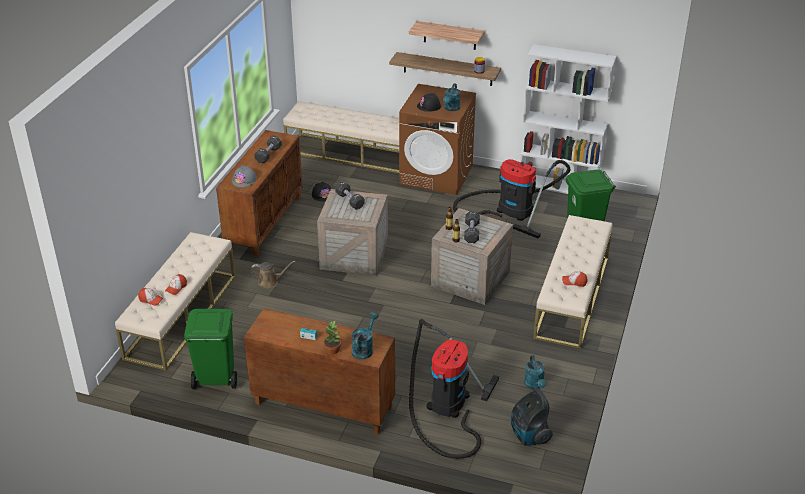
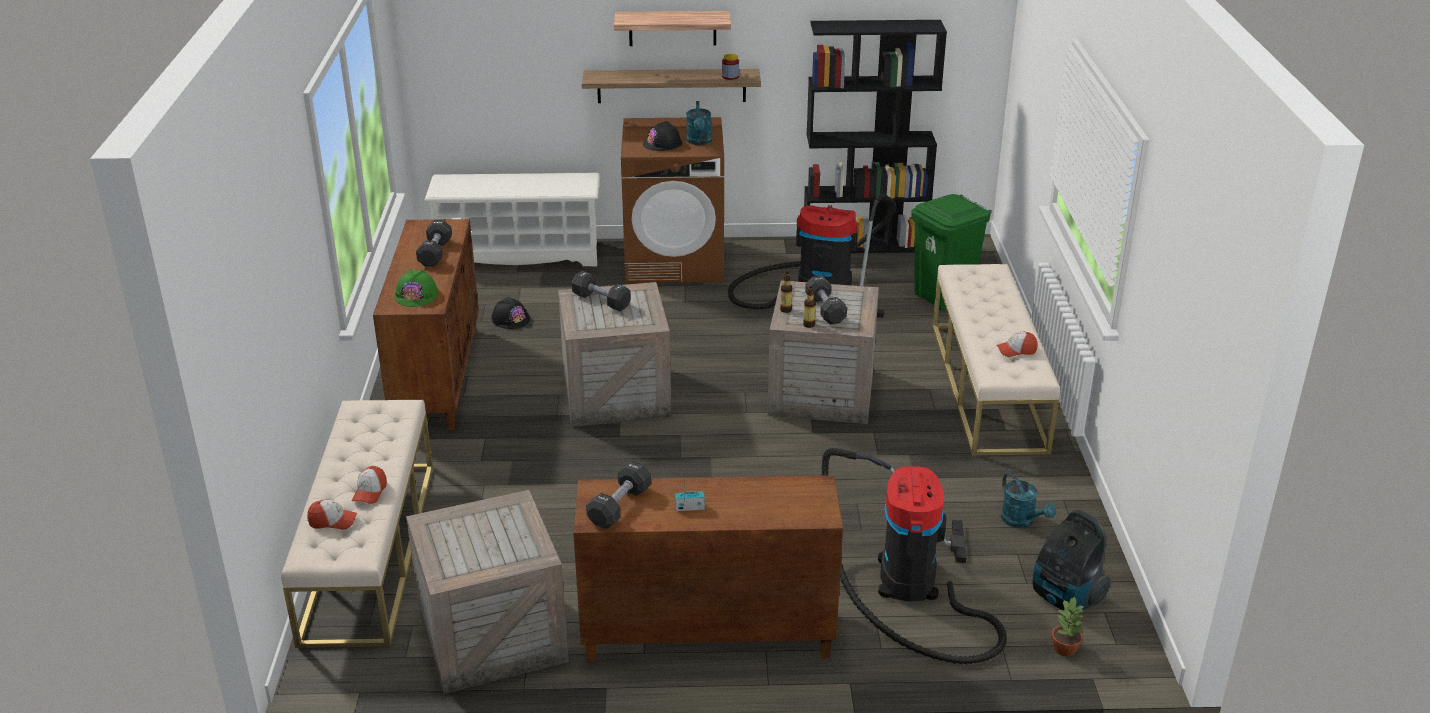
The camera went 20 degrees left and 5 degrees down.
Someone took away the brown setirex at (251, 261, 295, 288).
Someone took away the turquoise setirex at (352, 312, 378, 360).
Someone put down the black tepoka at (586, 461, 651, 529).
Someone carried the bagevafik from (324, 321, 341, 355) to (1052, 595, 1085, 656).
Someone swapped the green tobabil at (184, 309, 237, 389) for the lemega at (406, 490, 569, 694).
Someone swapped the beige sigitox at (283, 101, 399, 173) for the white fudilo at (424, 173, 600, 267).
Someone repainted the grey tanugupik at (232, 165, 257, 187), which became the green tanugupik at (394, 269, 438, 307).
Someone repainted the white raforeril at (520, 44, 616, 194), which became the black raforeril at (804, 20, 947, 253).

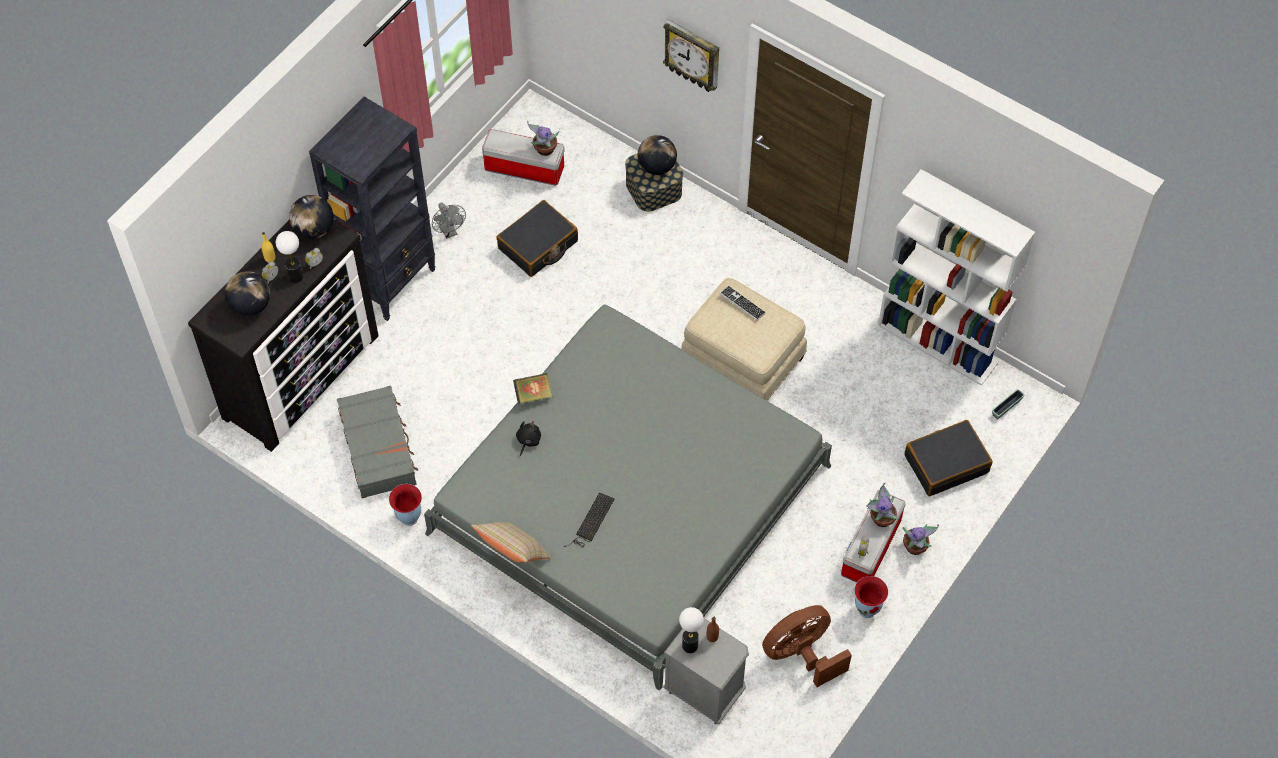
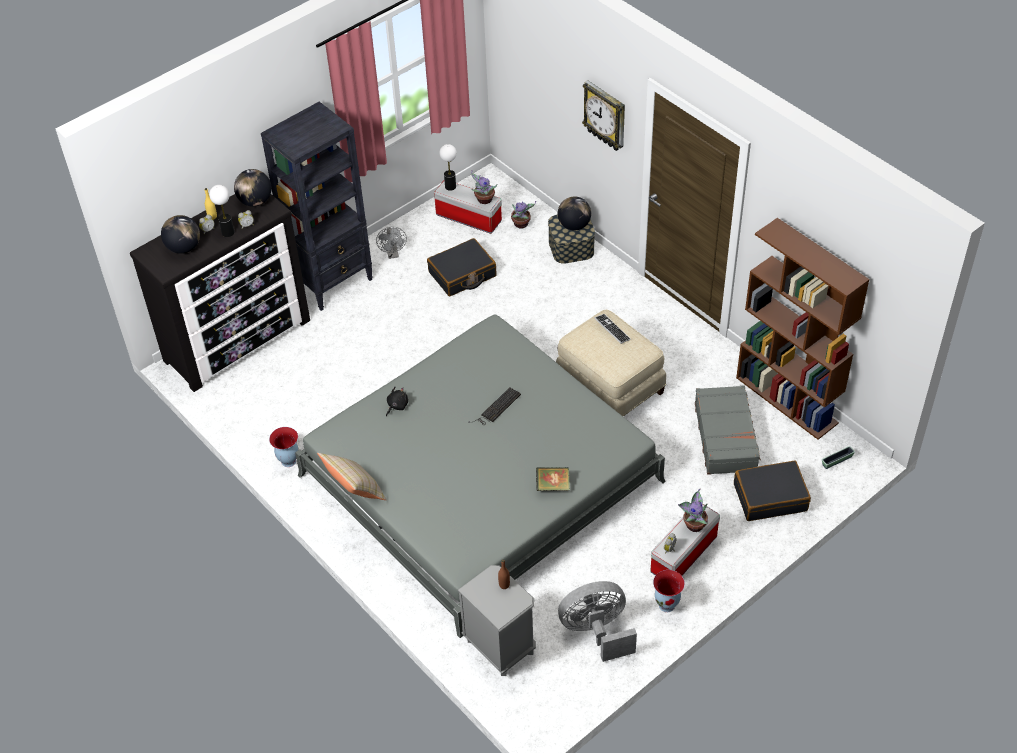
The camera went 15 degrees right and 10 degrees down.
Someone carried the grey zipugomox from (337, 385, 418, 498) to (695, 385, 761, 475).
Someone carried the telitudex from (513, 373, 553, 404) to (536, 467, 570, 491).
Someone carried the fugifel from (564, 492, 614, 548) to (474, 387, 521, 426).
Someone carried the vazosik from (679, 607, 704, 653) to (439, 144, 457, 191).
Someone carried the bagevafik from (903, 524, 939, 555) to (511, 201, 536, 229).
Someone repainted the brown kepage at (762, 605, 852, 687), which became the grey kepage at (558, 581, 637, 662).
Someone repainted the white raforeril at (878, 169, 1035, 386), which became the brown raforeril at (736, 218, 869, 440).

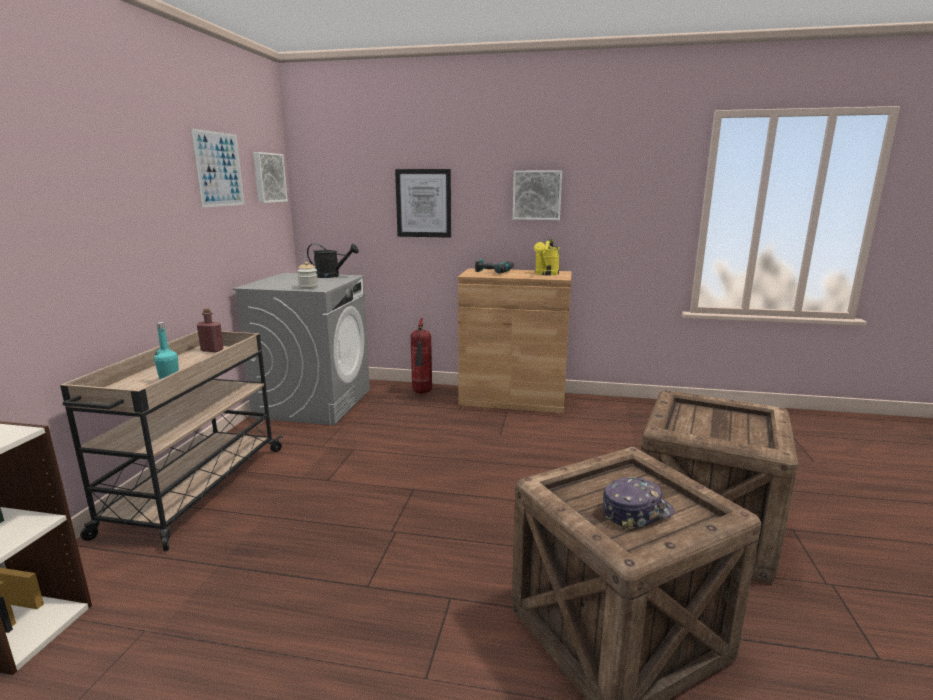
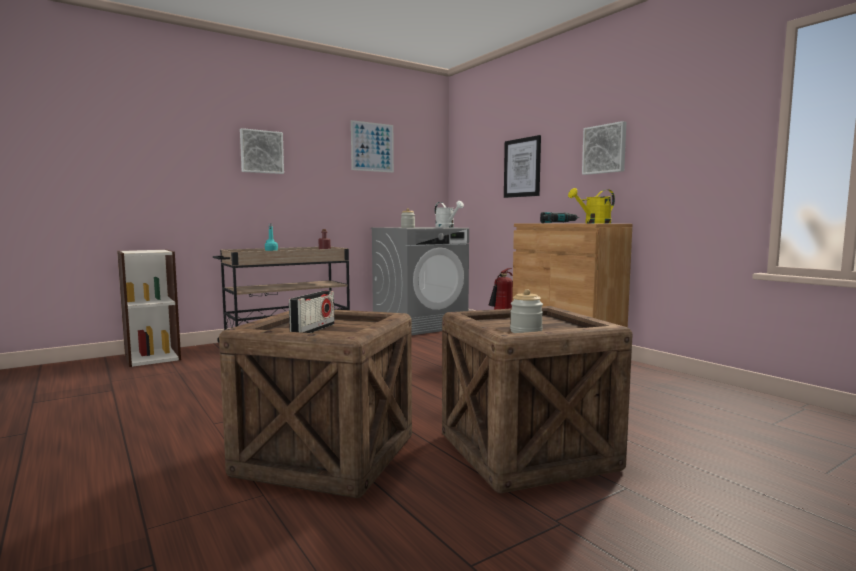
The camera went 45 degrees right and 10 degrees down.
Someone put down the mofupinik at (510, 289, 543, 333).
Someone carried the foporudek from (253, 152, 288, 203) to (240, 128, 284, 174).
Someone swapped the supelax at (603, 477, 675, 530) for the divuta at (289, 291, 335, 333).
Someone repainted the black setirex at (307, 244, 359, 278), which became the white setirex at (435, 201, 464, 227).

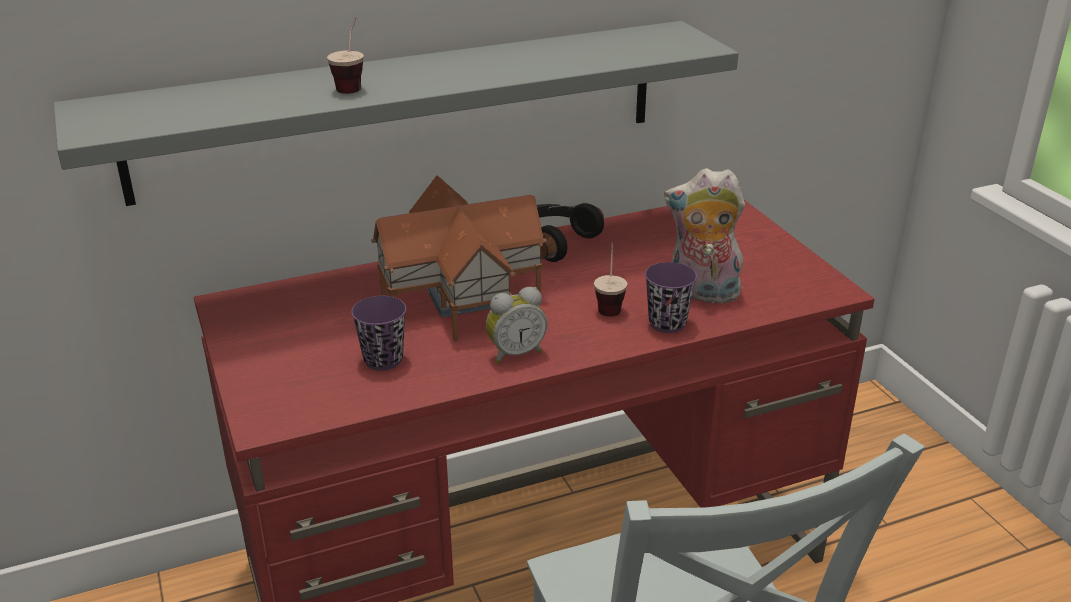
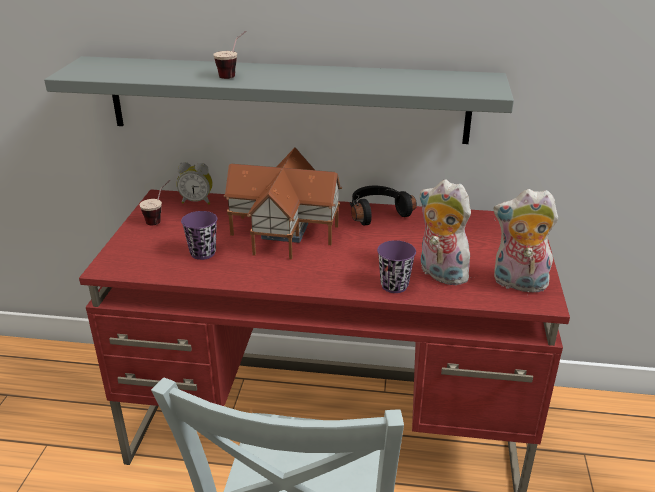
The camera went 30 degrees right and 0 degrees up.
Someone put down the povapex at (494, 189, 558, 293).
Someone carried the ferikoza from (486, 287, 547, 364) to (177, 162, 213, 205).
Someone carried the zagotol from (594, 242, 627, 317) to (140, 180, 170, 225).

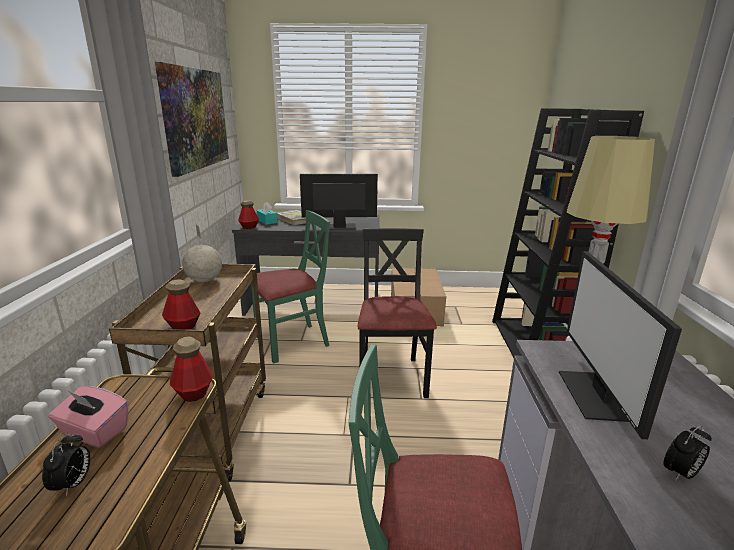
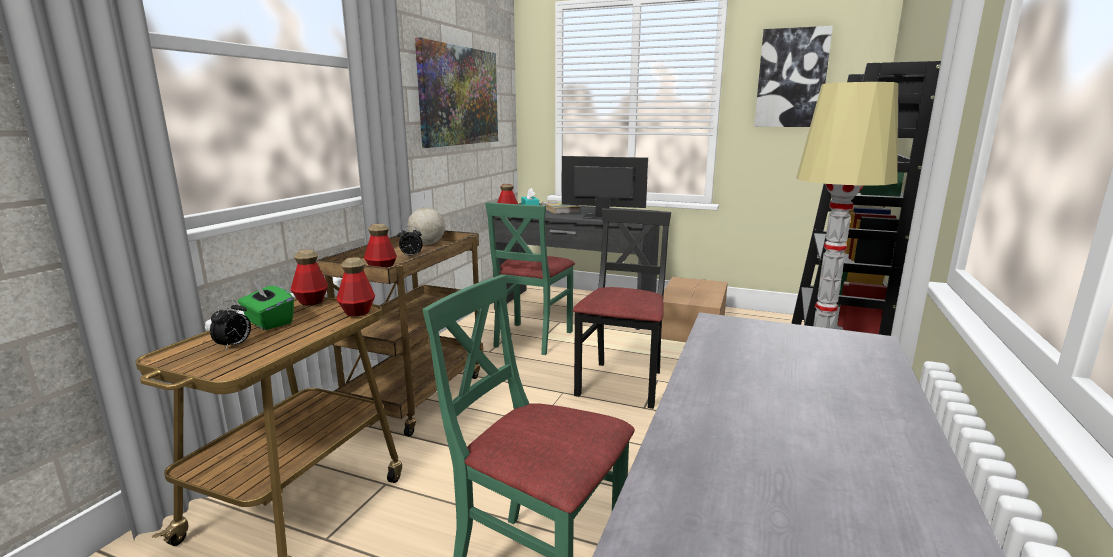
The camera went 20 degrees right and 5 degrees down.
Someone took away the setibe at (559, 251, 682, 439).
Someone put down the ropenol at (291, 250, 328, 305).
Someone put up the foporudek at (754, 26, 833, 127).
Someone carried the ferikoza from (663, 425, 712, 481) to (397, 226, 423, 257).
Someone repainted the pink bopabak at (48, 386, 128, 448), which became the green bopabak at (238, 280, 294, 330).
Someone rotated the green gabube at (251, 210, 330, 364) by 120 degrees clockwise.

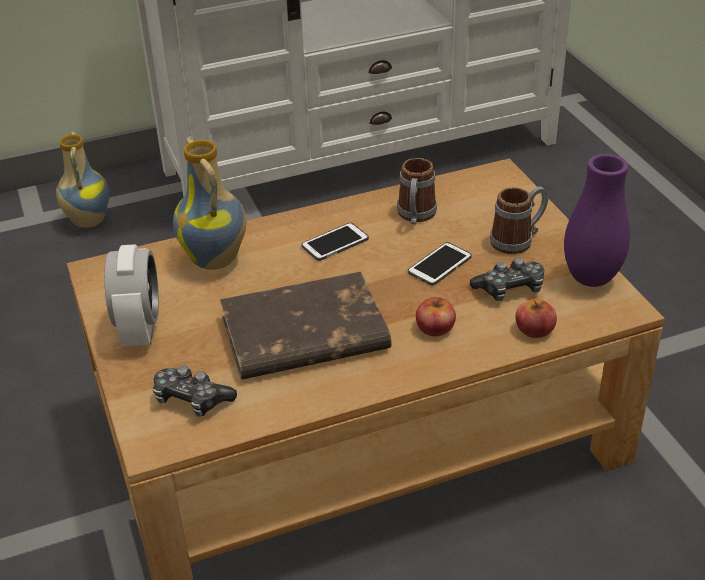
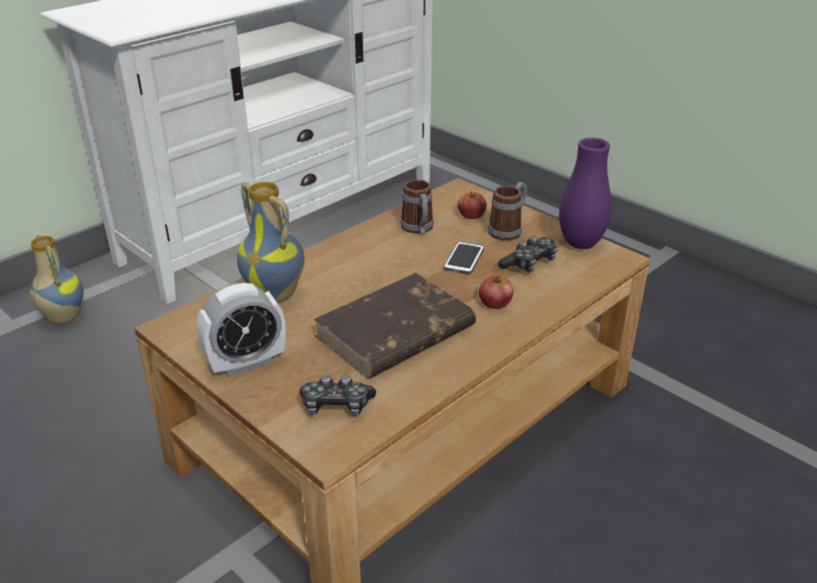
The camera went 25 degrees left and 5 degrees down.
Someone took away the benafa at (302, 223, 369, 261).
Someone carried the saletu from (516, 299, 557, 338) to (458, 191, 487, 219).
Someone rotated the ferikoza at (104, 244, 159, 346) by 90 degrees clockwise.

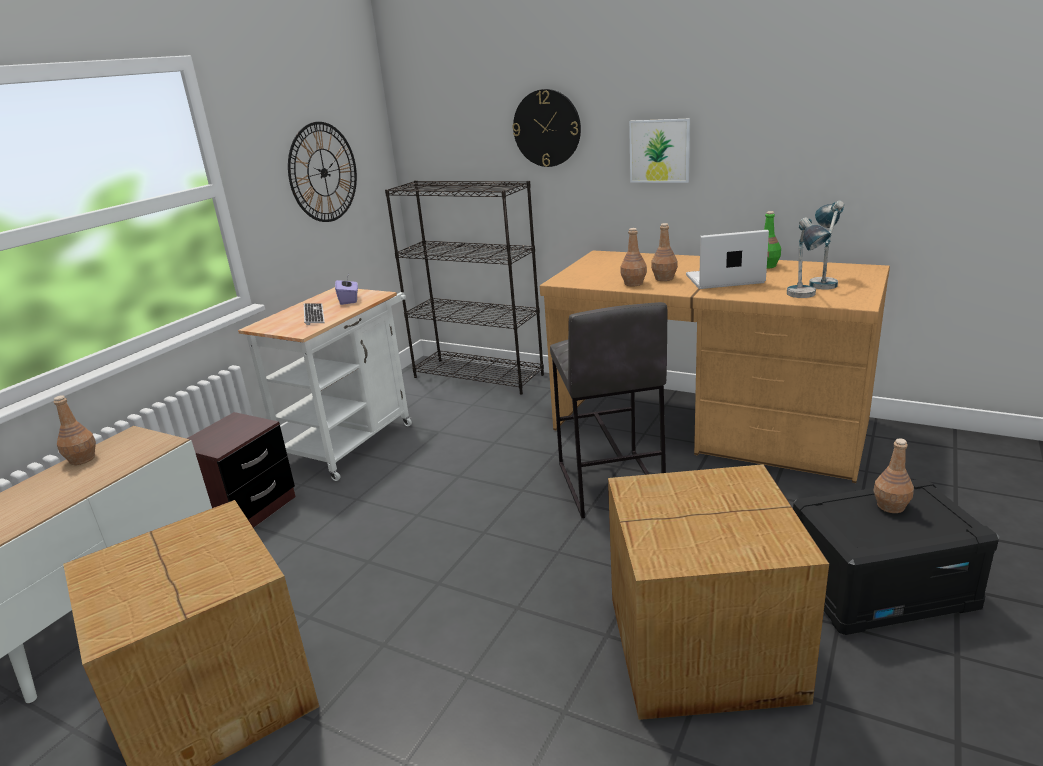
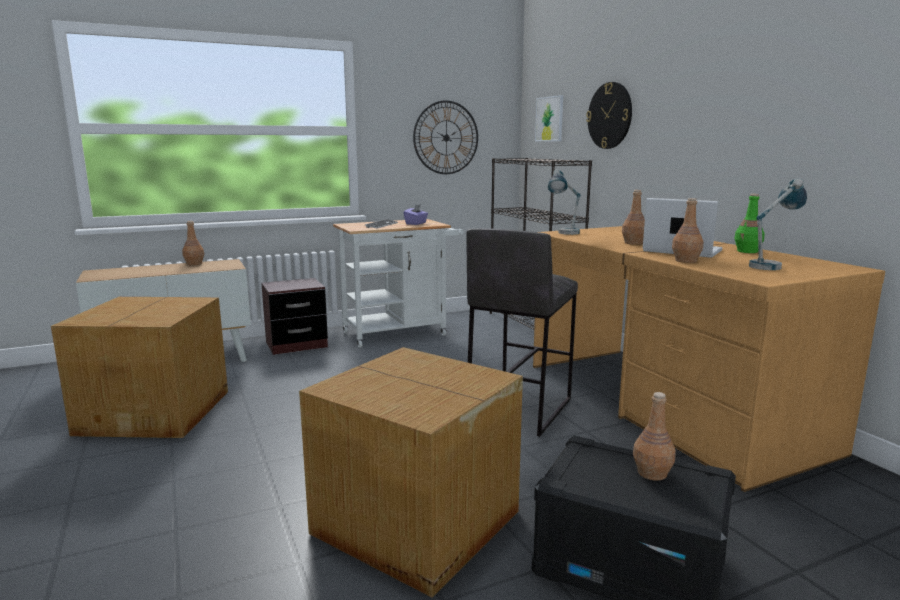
The camera went 35 degrees right and 10 degrees down.
Someone carried the brown ropenol from (620, 228, 647, 286) to (672, 198, 703, 263).
Someone carried the foporudek from (629, 118, 690, 183) to (535, 95, 563, 141).
Someone carried the vazosik from (787, 217, 831, 298) to (548, 169, 580, 235).

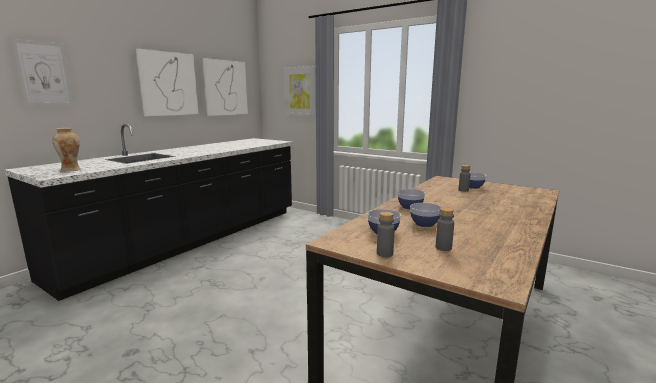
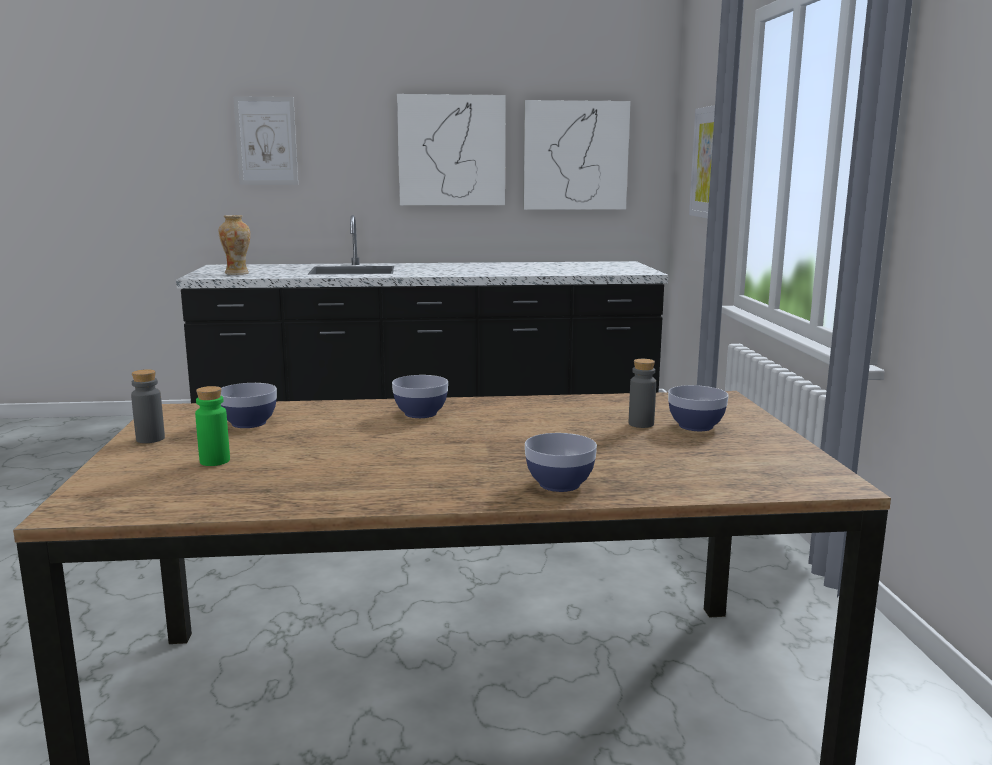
The camera went 50 degrees right and 0 degrees up.
Someone carried the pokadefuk from (410, 203, 442, 227) to (525, 433, 597, 492).
Someone repainted the grey ropenol at (436, 207, 454, 251), which became the green ropenol at (195, 386, 230, 466).

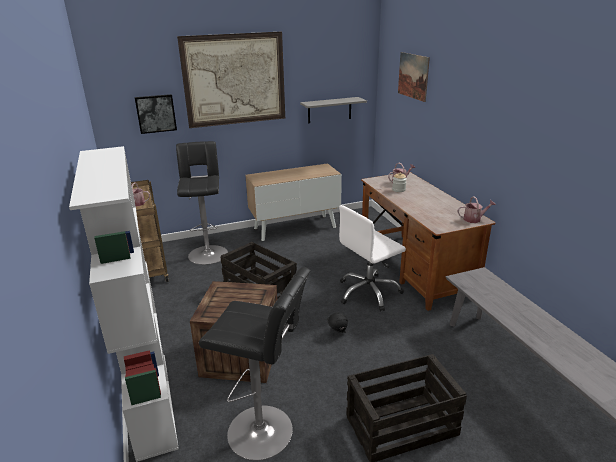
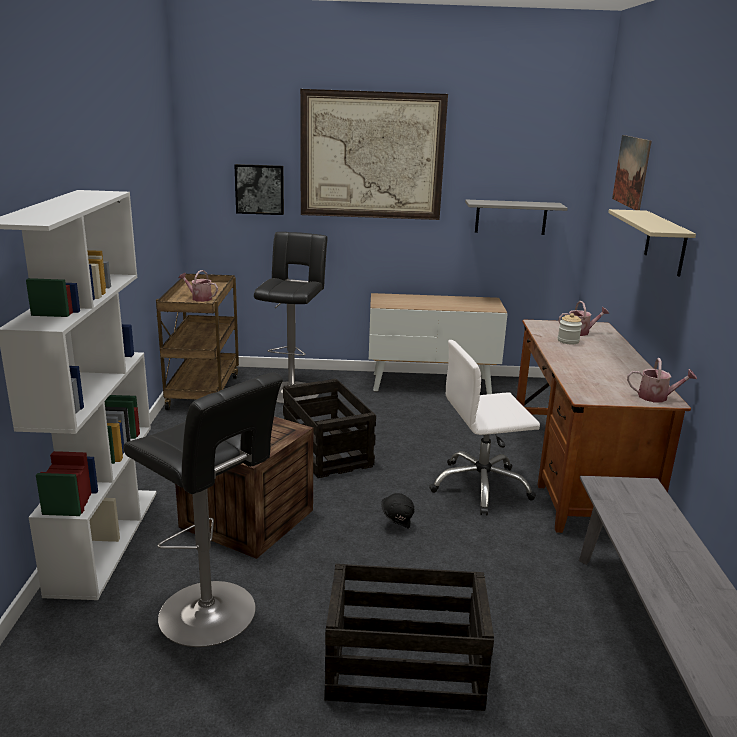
The camera went 20 degrees right and 5 degrees down.
Someone put up the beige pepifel at (608, 209, 696, 277).

